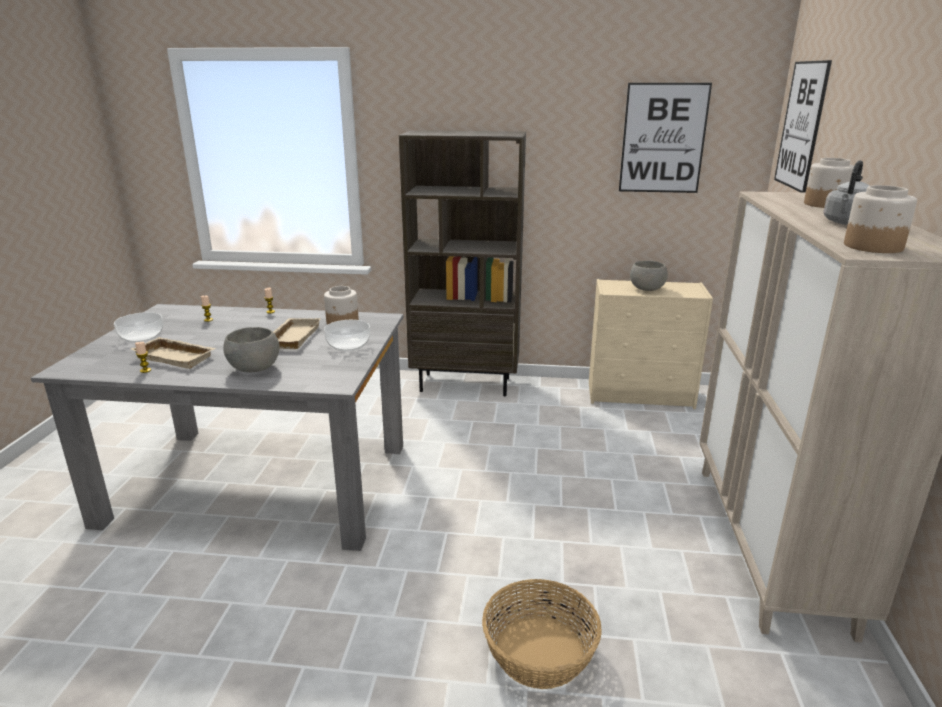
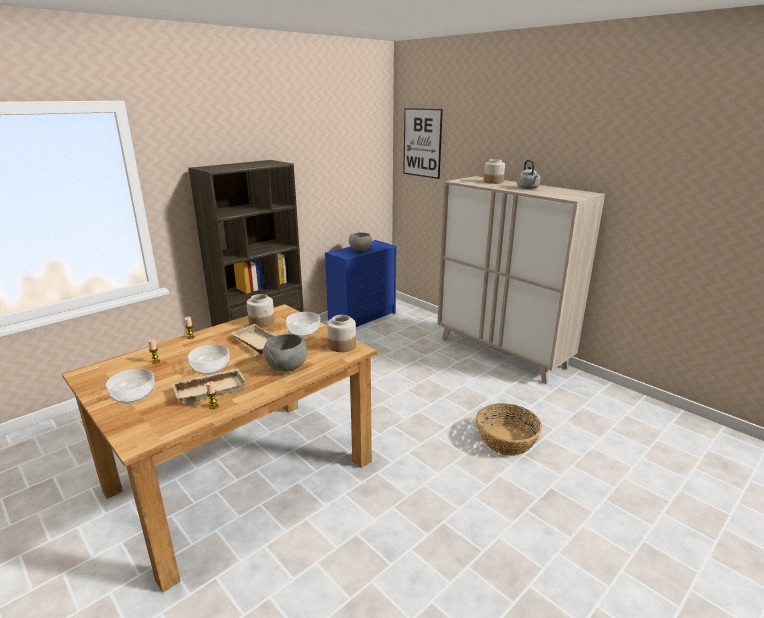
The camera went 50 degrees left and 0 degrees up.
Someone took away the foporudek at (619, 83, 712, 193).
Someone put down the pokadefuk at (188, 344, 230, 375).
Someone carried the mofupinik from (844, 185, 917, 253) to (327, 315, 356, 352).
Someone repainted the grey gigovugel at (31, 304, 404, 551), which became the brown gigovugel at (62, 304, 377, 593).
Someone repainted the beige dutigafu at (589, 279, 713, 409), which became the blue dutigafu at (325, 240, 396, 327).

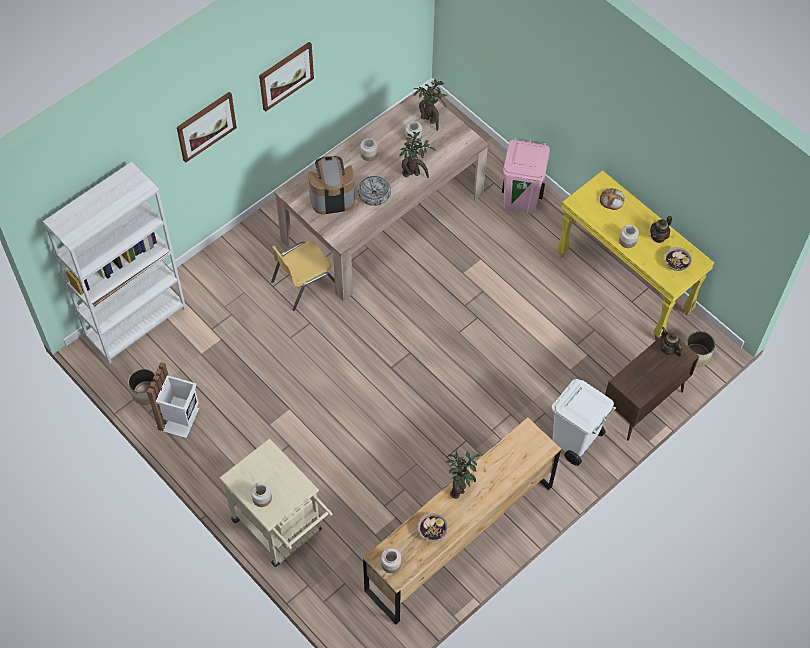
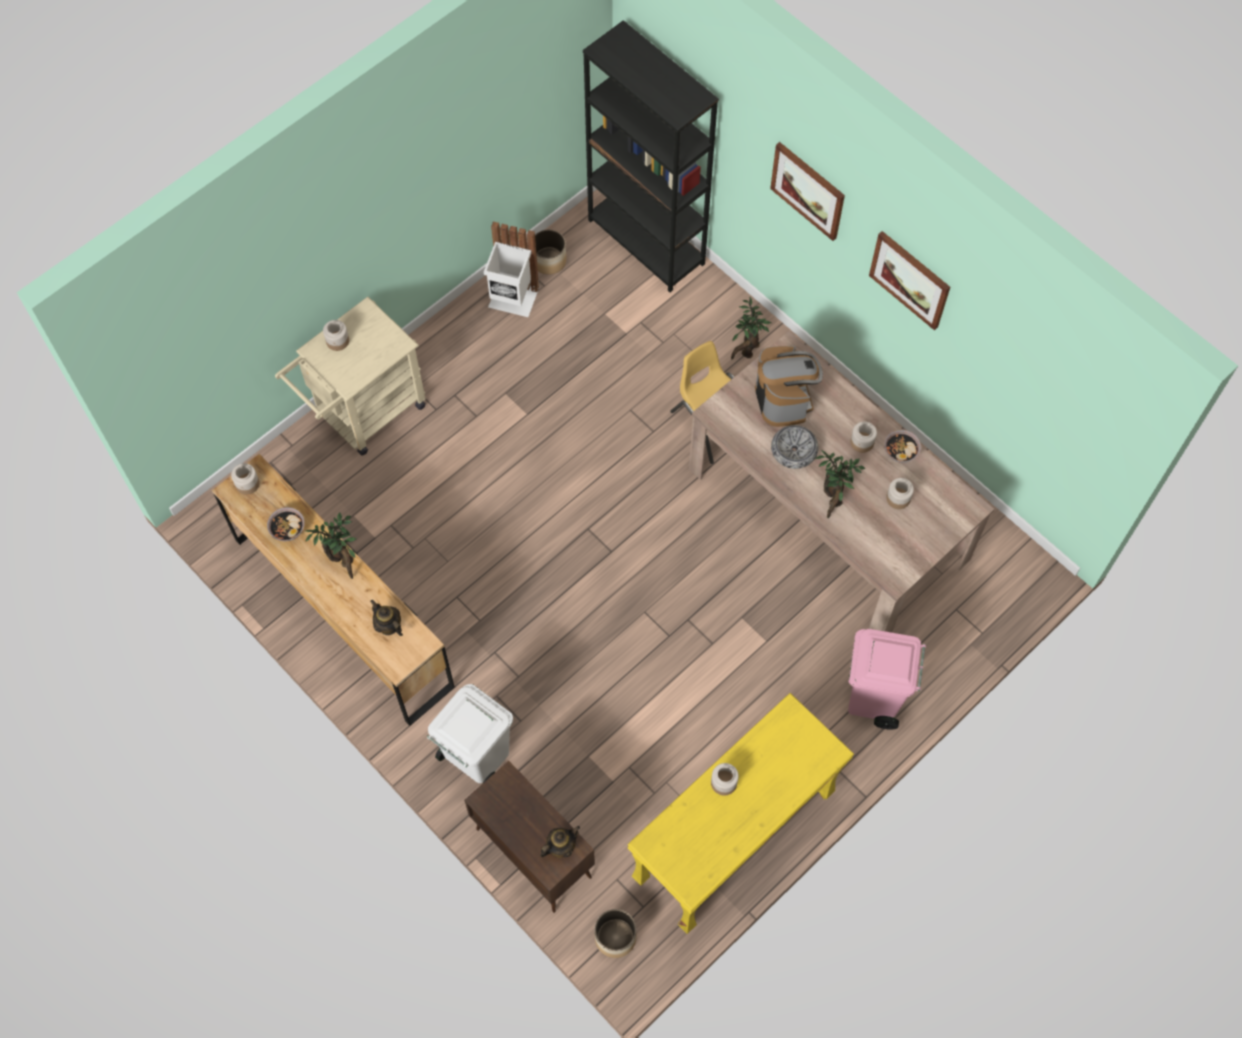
The camera went 90 degrees right and 5 degrees up.
Someone took away the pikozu at (600, 188, 625, 210).
Someone carried the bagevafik from (414, 79, 447, 131) to (731, 297, 772, 359).
Someone carried the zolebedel from (650, 216, 672, 243) to (370, 600, 403, 636).
Someone carried the pokadefuk from (664, 247, 692, 271) to (884, 430, 921, 463).
Someone repainted the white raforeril at (43, 162, 186, 364), which became the black raforeril at (583, 20, 719, 292).

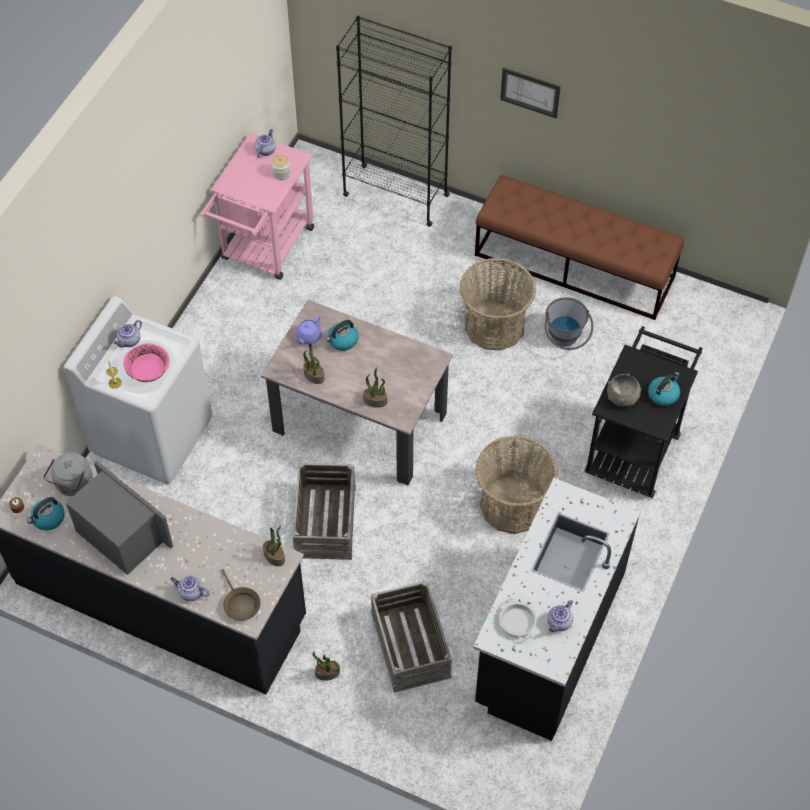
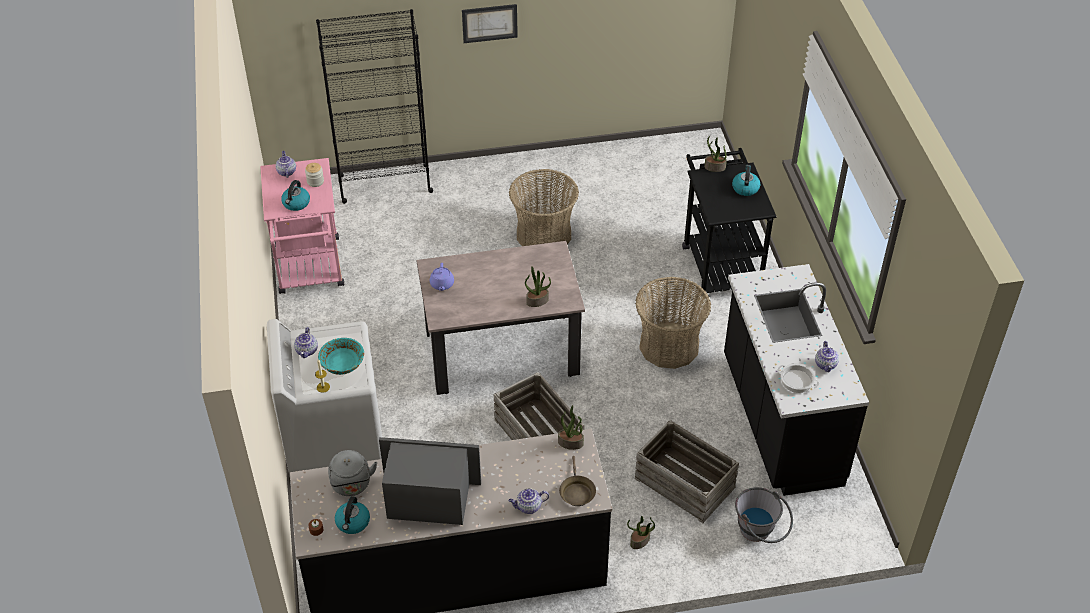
The camera went 35 degrees left and 10 degrees down.
Someone took away the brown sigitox at (475, 175, 684, 320).
Someone took away the grey pokadefuk at (607, 374, 641, 407).
Someone carried the bagevafik from (303, 344, 324, 384) to (704, 136, 727, 172).
Someone carried the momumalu from (326, 320, 358, 351) to (281, 180, 310, 211).
Someone carried the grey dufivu from (545, 297, 593, 350) to (735, 487, 793, 543).
Someone repainted the pink pokadefuk at (124, 344, 170, 382), which became the turquoise pokadefuk at (318, 338, 364, 375).
Someone rotated the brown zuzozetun at (221, 569, 260, 621) by 60 degrees clockwise.

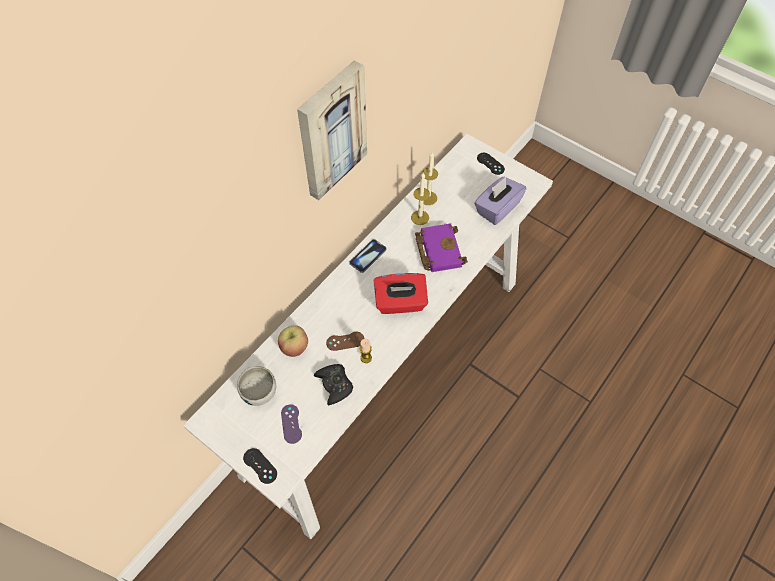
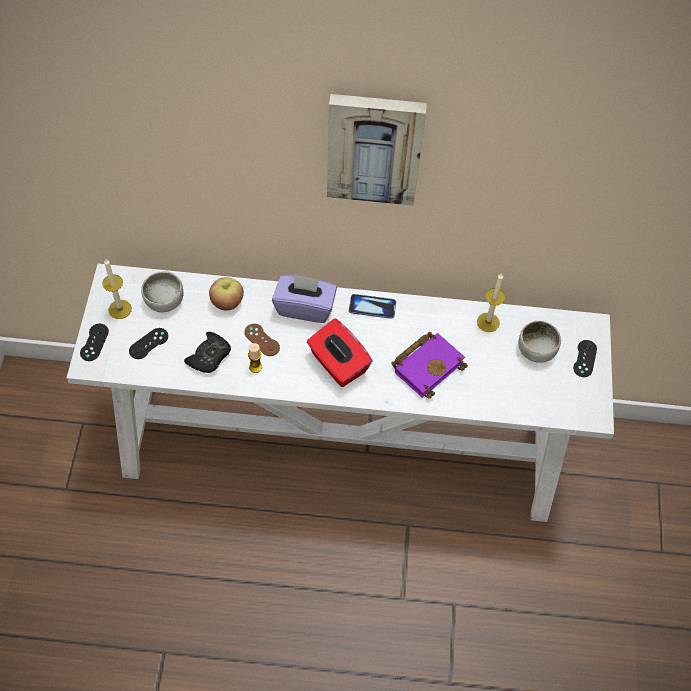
The camera went 55 degrees right and 0 degrees up.
Someone put down the pokadefuk at (518, 321, 561, 363).
Someone carried the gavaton from (411, 173, 430, 225) to (102, 259, 132, 319).
Someone carried the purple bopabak from (474, 177, 526, 225) to (272, 274, 337, 323).
Someone repainted the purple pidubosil at (281, 404, 302, 444), which became the black pidubosil at (129, 328, 168, 359).

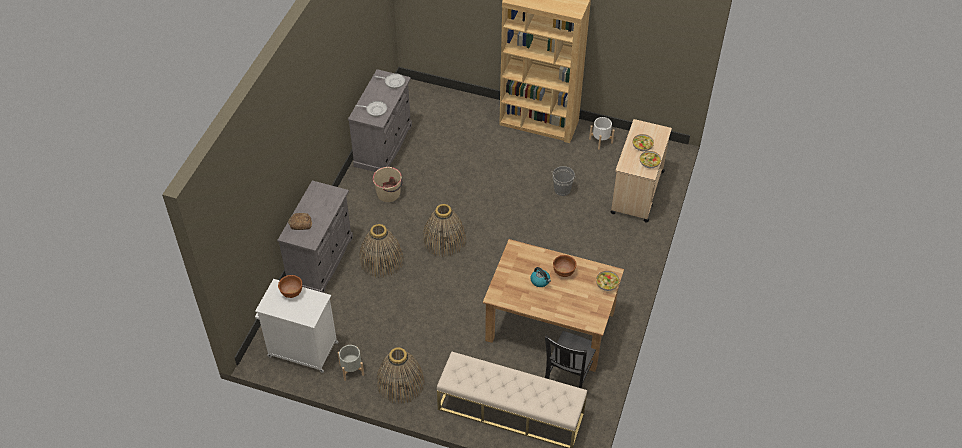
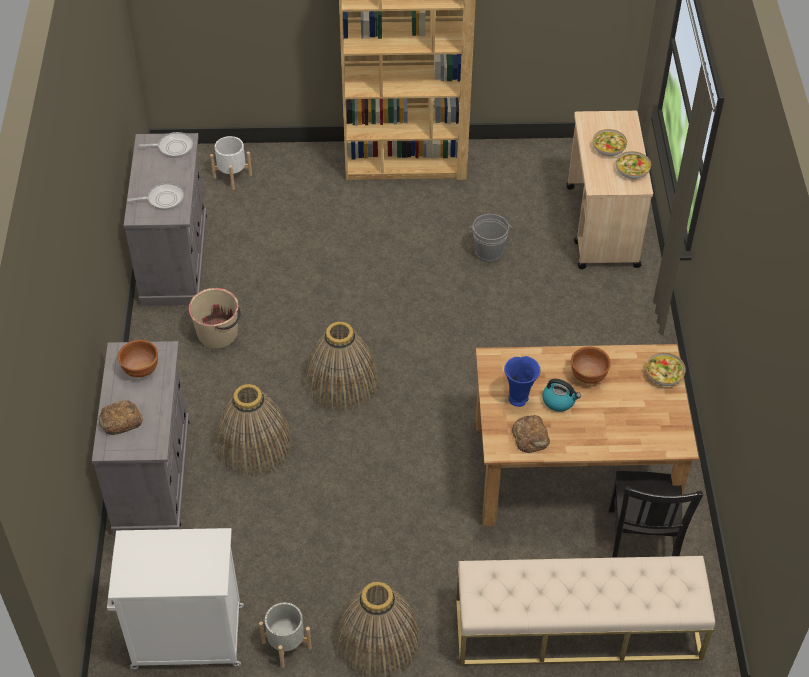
The camera went 20 degrees left and 0 degrees up.
Someone put down the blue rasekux at (504, 356, 540, 407).
Someone put down the pikozu at (512, 415, 550, 453).
Someone carried the brown pokadefuk from (278, 275, 302, 298) to (118, 340, 158, 378).
Someone carried the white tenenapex from (589, 117, 615, 150) to (210, 136, 252, 190).

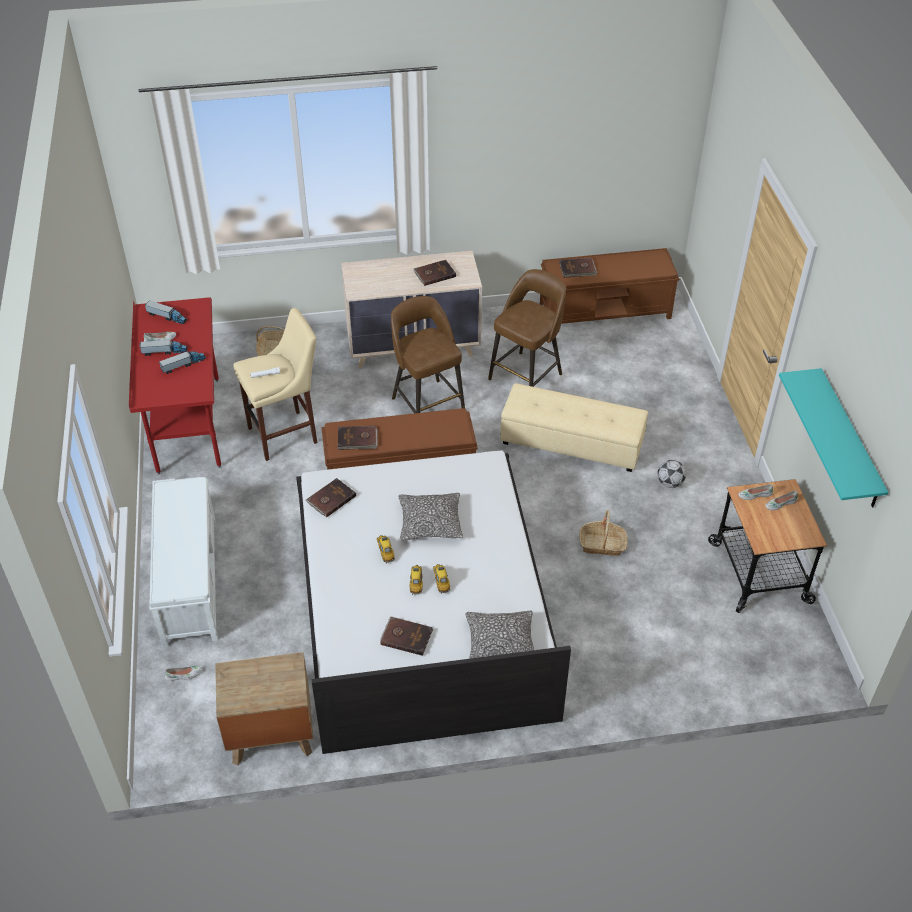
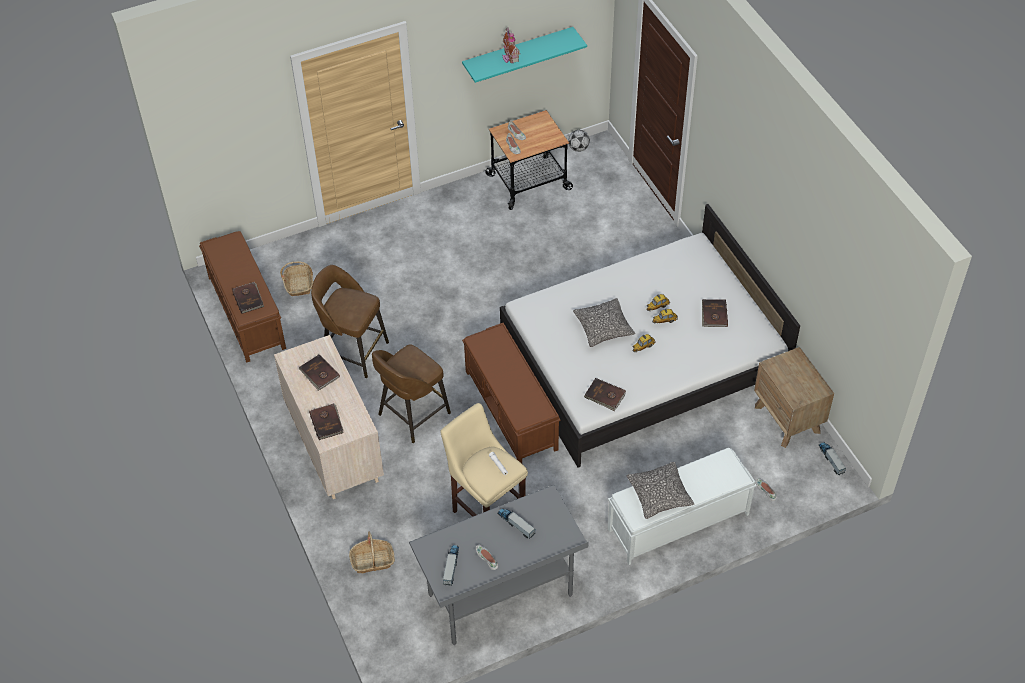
The camera went 105 degrees left and 5 degrees up.
Someone took away the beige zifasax at (500, 383, 648, 472).
Someone put down the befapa at (503, 28, 520, 63).
Someone carried the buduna from (140, 340, 187, 356) to (819, 442, 846, 475).
Someone carried the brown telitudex from (337, 425, 378, 450) to (309, 403, 344, 440).
Someone carried the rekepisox from (466, 611, 534, 659) to (627, 462, 694, 519).
Someone carried the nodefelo from (579, 510, 628, 556) to (280, 261, 313, 296).
Someone carried the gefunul from (658, 460, 686, 488) to (568, 130, 590, 152).
Someone repainted the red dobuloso at (129, 297, 221, 474), which became the grey dobuloso at (409, 485, 589, 645).

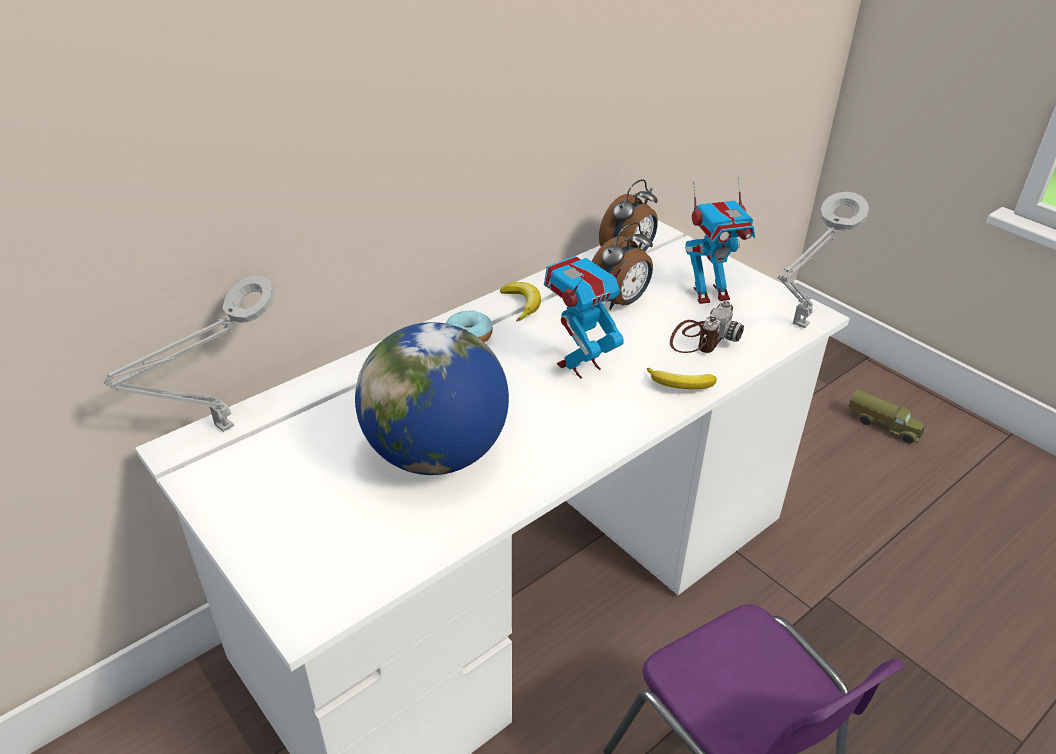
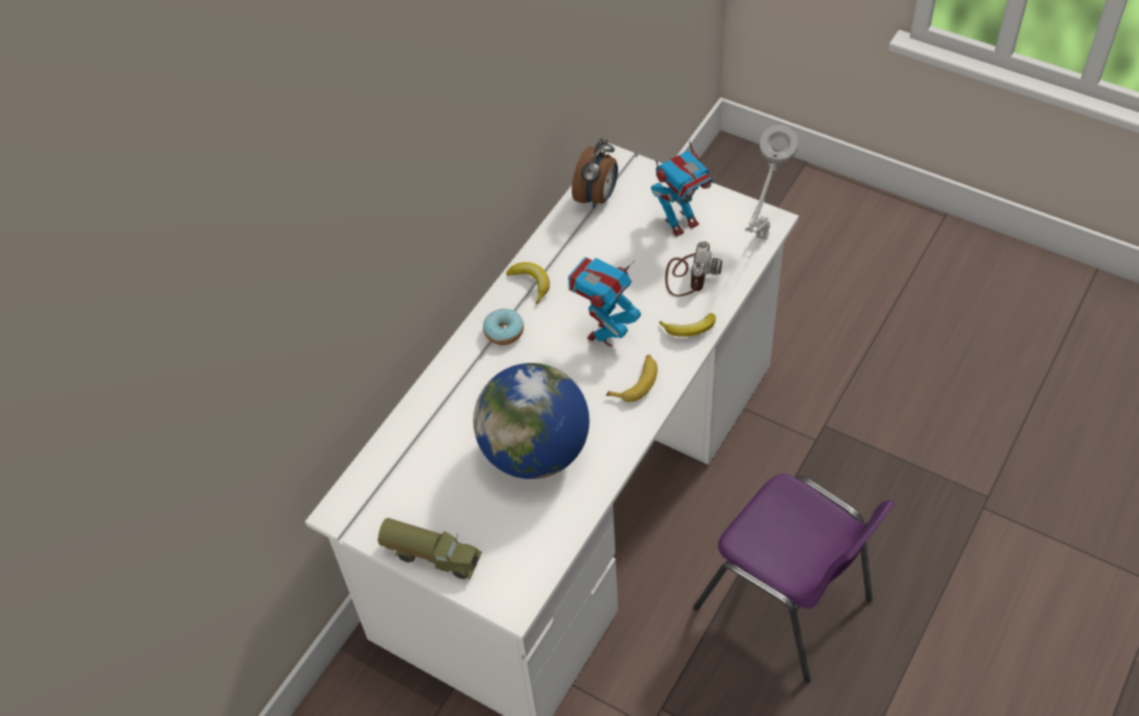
The camera went 15 degrees left and 15 degrees up.
Someone took away the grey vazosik at (104, 275, 275, 432).
Someone took away the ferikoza at (592, 222, 653, 310).
Someone put down the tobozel at (606, 355, 658, 402).
Someone carried the buduna from (849, 389, 925, 444) to (378, 518, 482, 579).

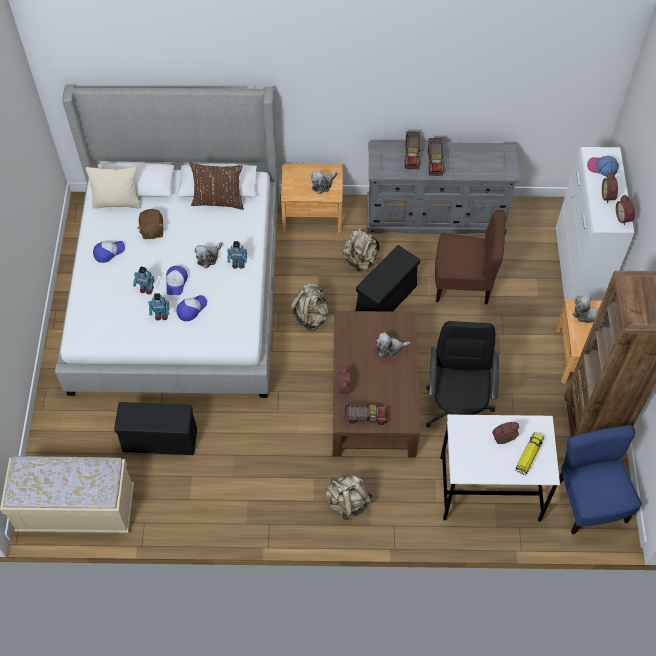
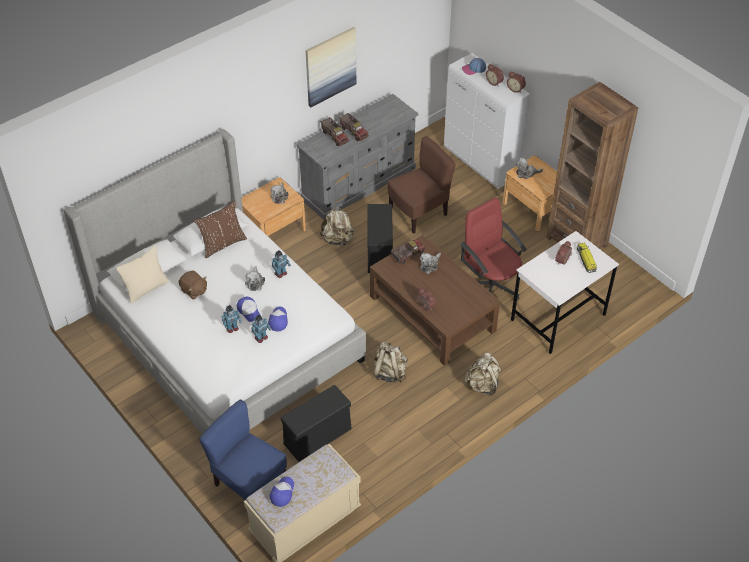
The camera went 40 degrees left and 10 degrees down.
Someone put up the foporudek at (306, 27, 356, 107).
Someone carried the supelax from (93, 241, 125, 263) to (270, 476, 294, 507).
Someone carried the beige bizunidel from (290, 284, 328, 331) to (373, 341, 408, 382).
Someone carried the buduna from (344, 403, 388, 425) to (391, 240, 425, 264).
Someone carried the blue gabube from (559, 425, 642, 535) to (199, 400, 287, 500).
Someone repainted the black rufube at (426, 321, 499, 428), which became the red rufube at (461, 198, 527, 300).

